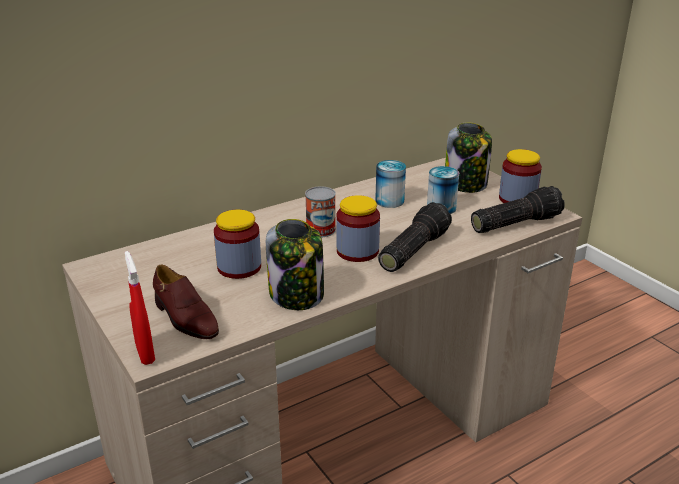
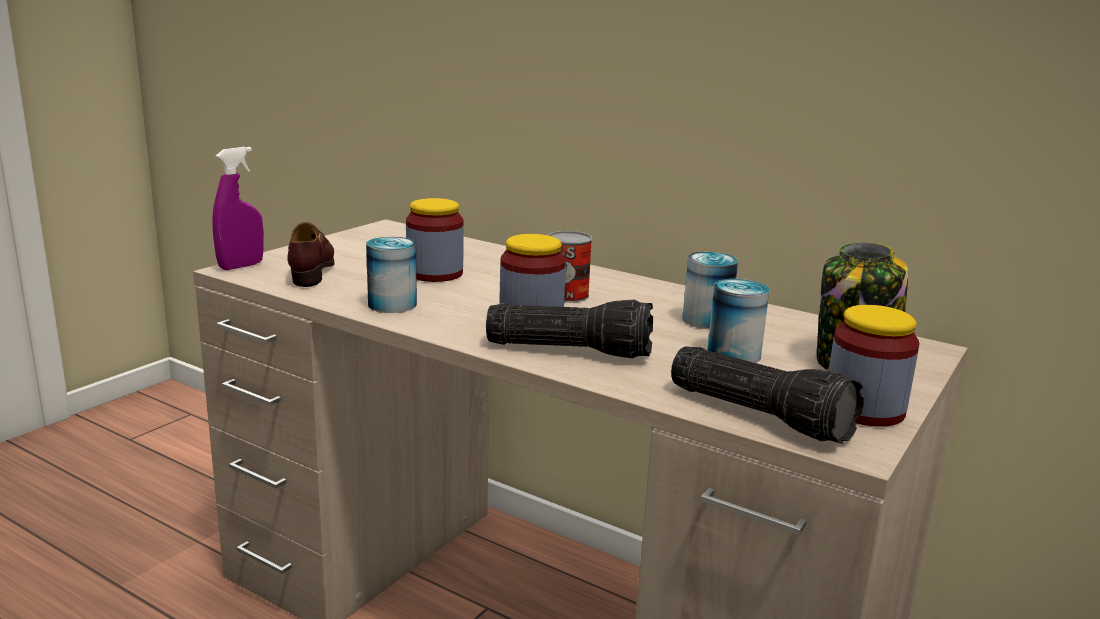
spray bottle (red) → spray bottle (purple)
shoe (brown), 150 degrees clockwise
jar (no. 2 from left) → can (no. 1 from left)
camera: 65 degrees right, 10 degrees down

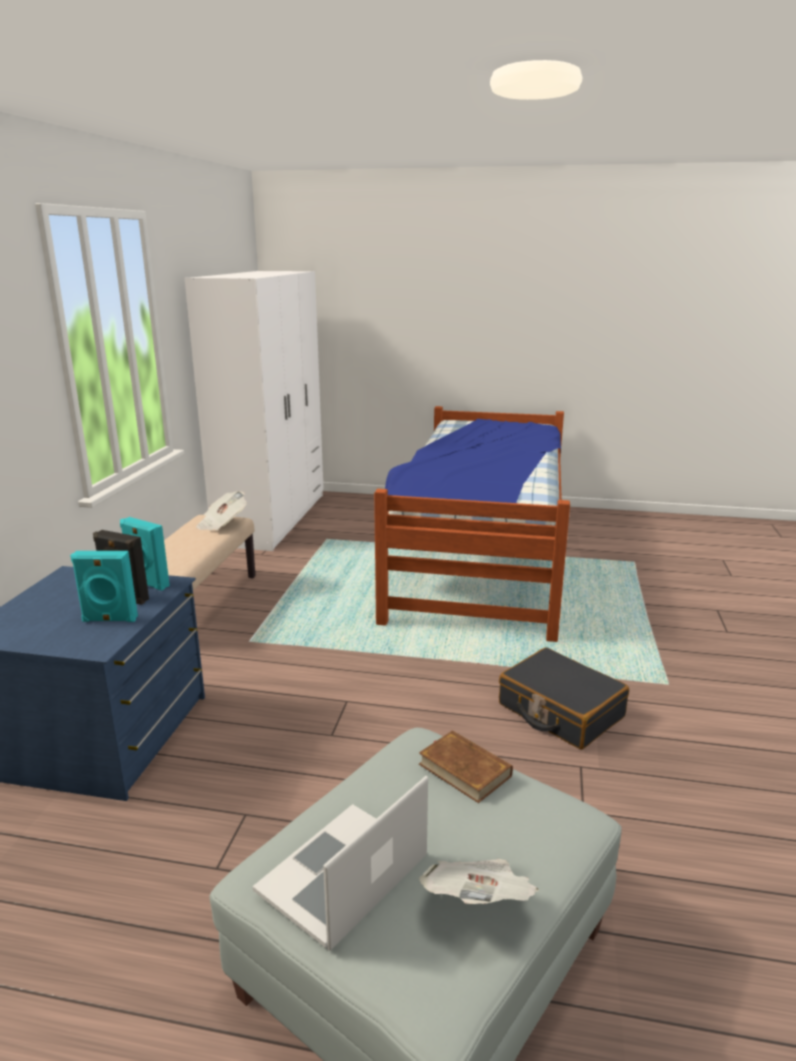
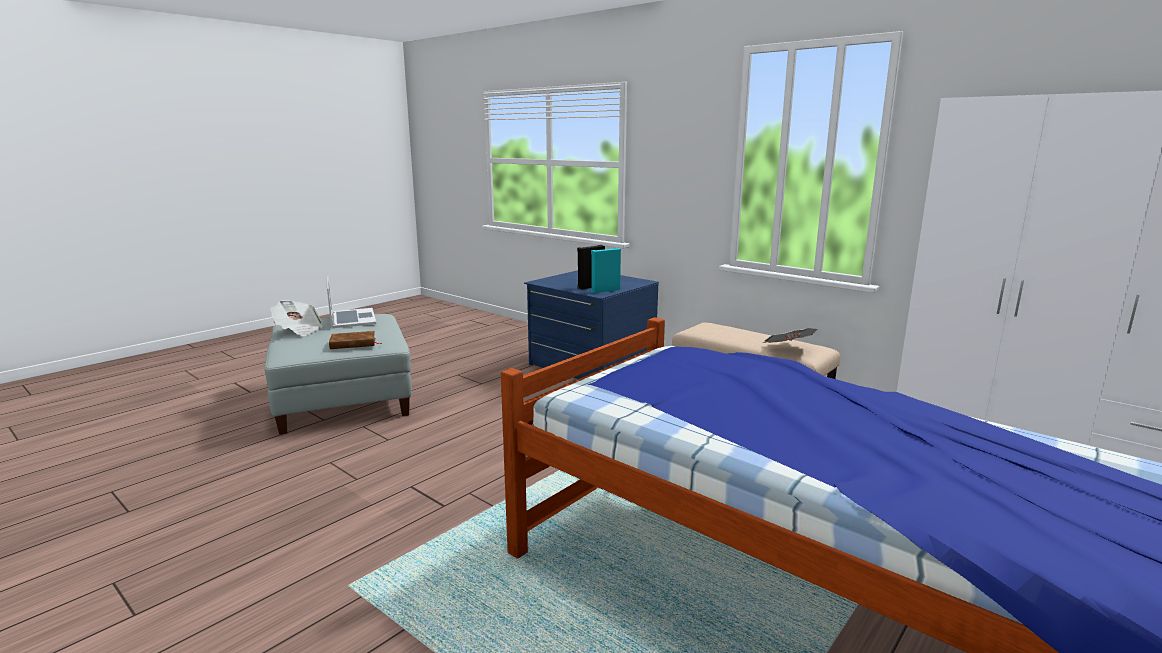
speaker (turquoise) (no. 1 from left) → -
suitcase (black) → -
camera: 120 degrees right, 5 degrees down

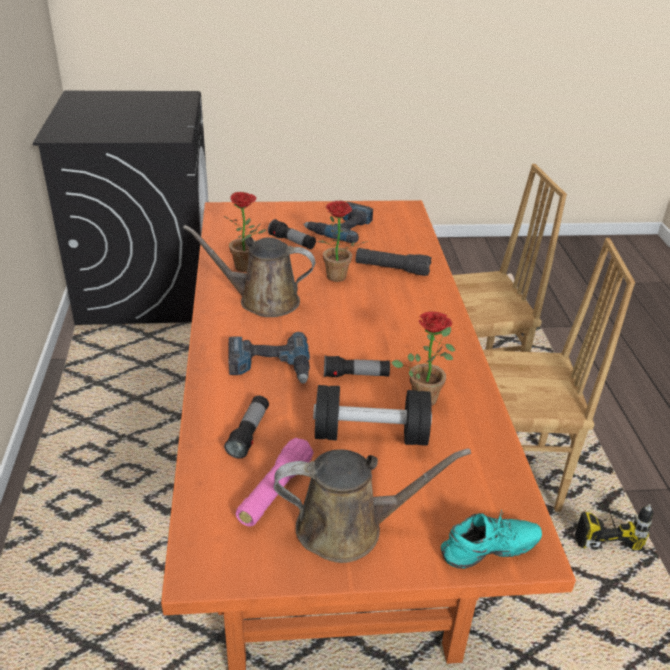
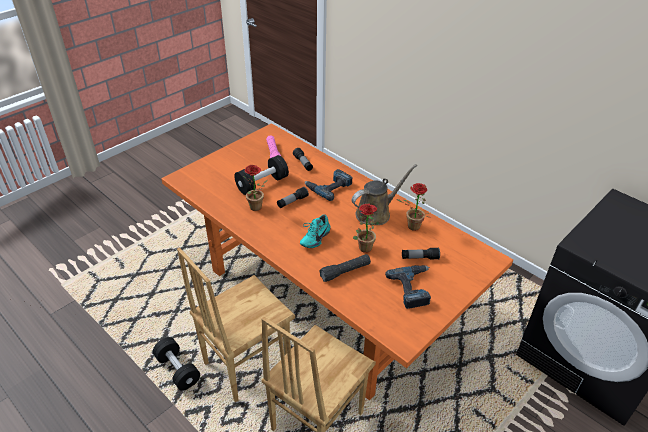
power drill (no. 3 from left) → dumbbell (black) (no. 1 from left)
shoe (turquoise), relocated
watering can (brown) (no. 2 from left) → -
camera: 140 degrees right, 5 degrees up

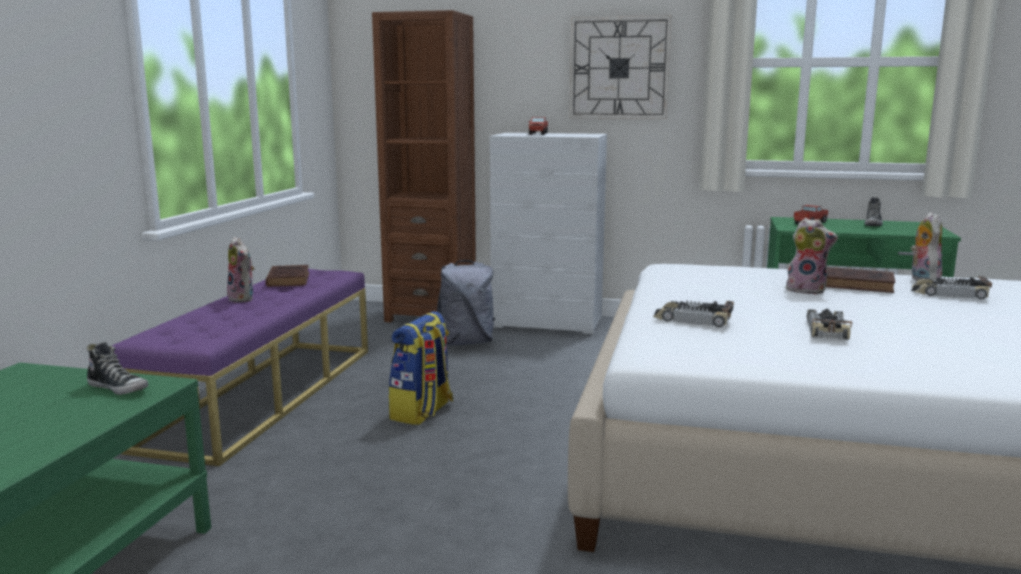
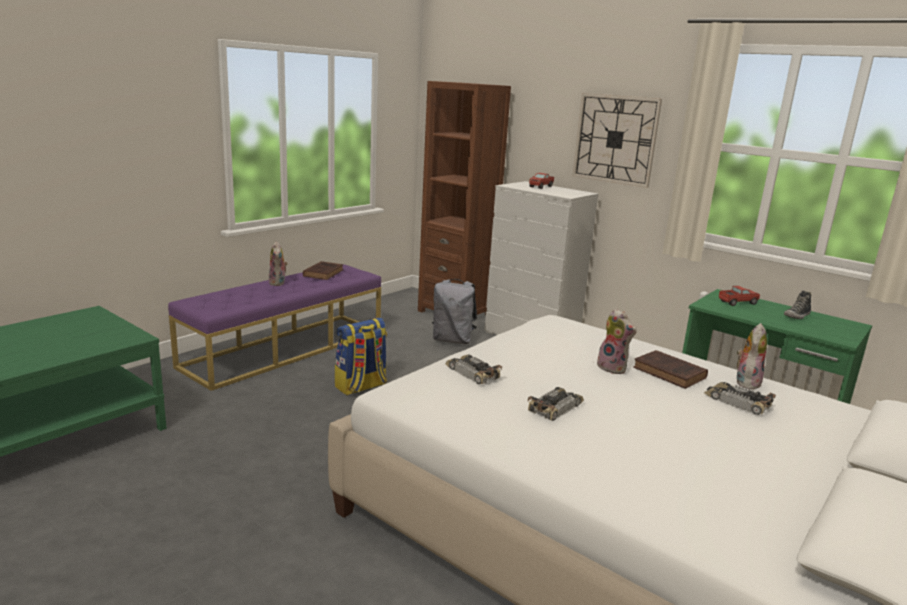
shoe (no. 1 from left) → -
camera: 25 degrees right, 5 degrees up

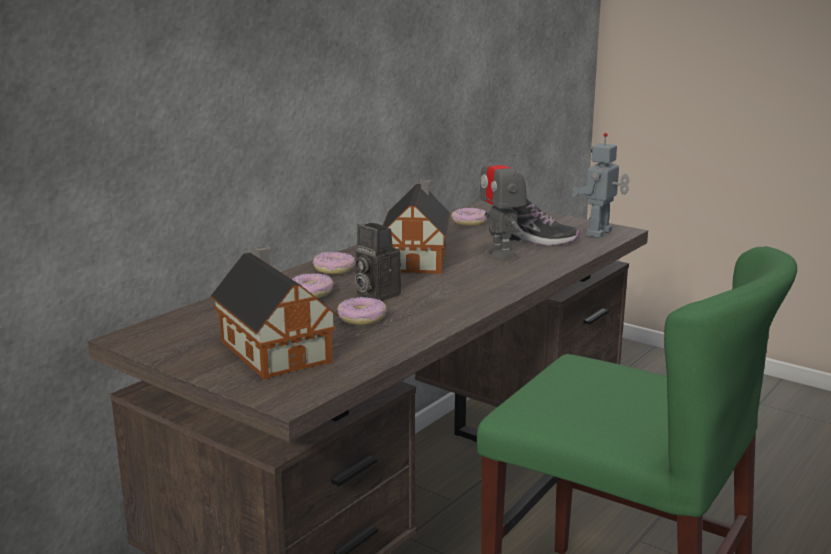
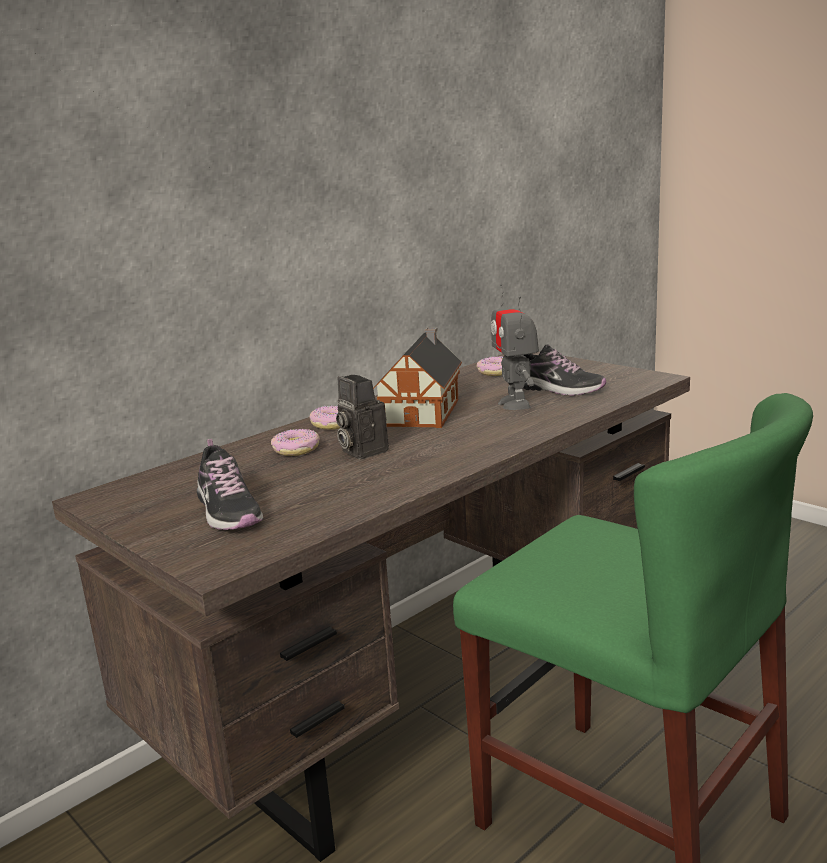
toy house (no. 1 from left) → shoe (no. 1 from left)
donut (no. 3 from left) → -
toy robot (no. 2 from left) → -
camera: 10 degrees right, 0 degrees up

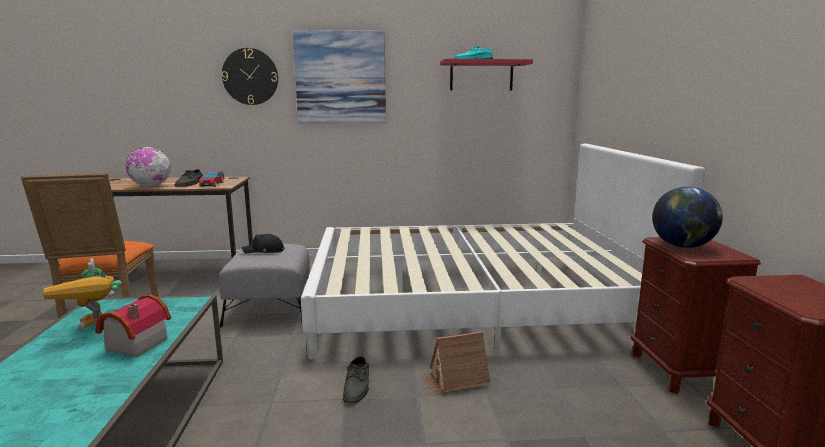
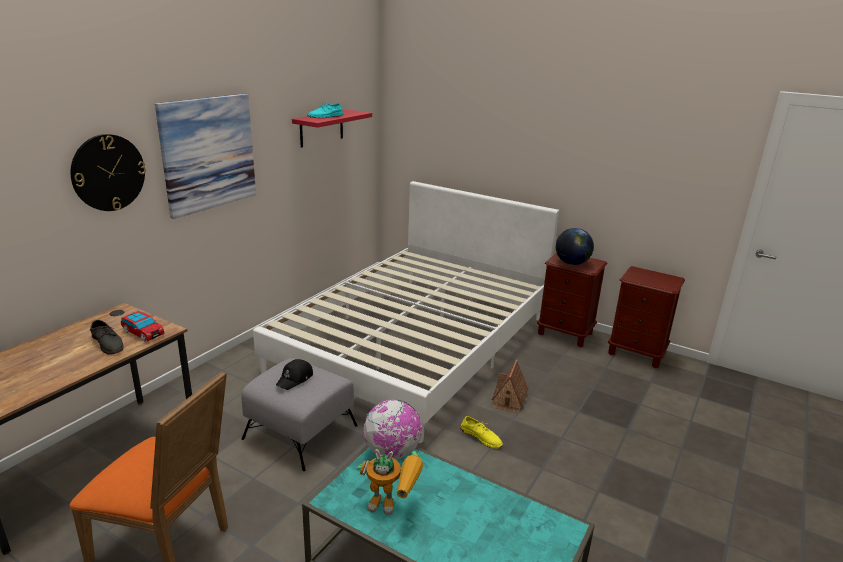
globe (no. 1 from left), relocated
shoe (grey) (no. 2 from left) → shoe (yellow)
toy house (no. 1 from left) → -
camera: 55 degrees left, 10 degrees up

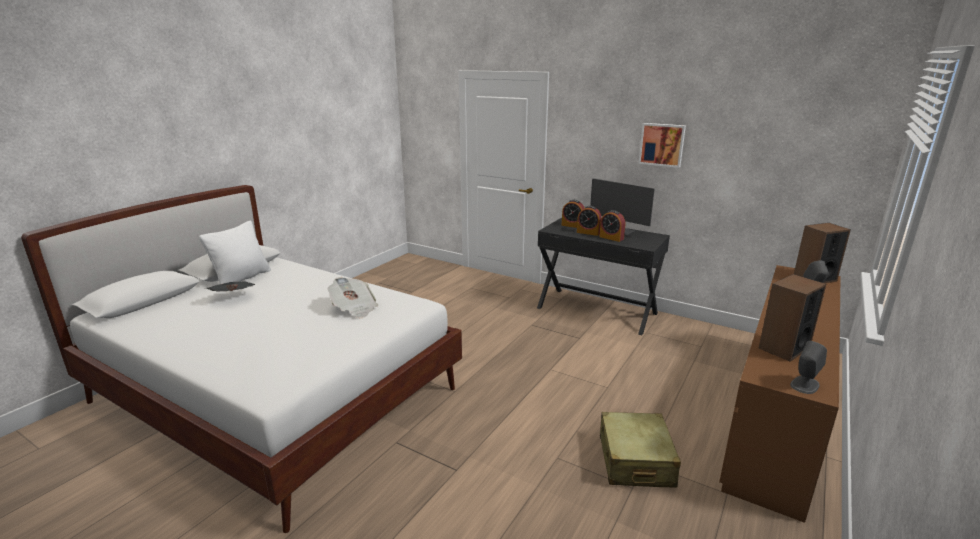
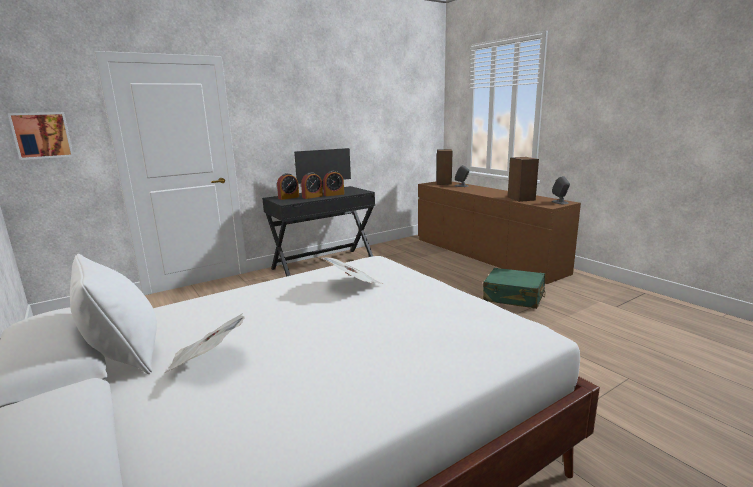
picture, relocated
suitcase (beige) → suitcase (green)
camera: 65 degrees left, 5 degrees down

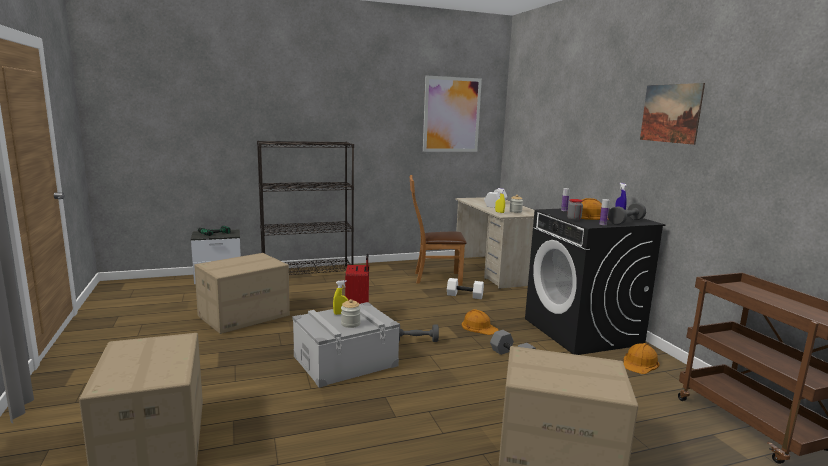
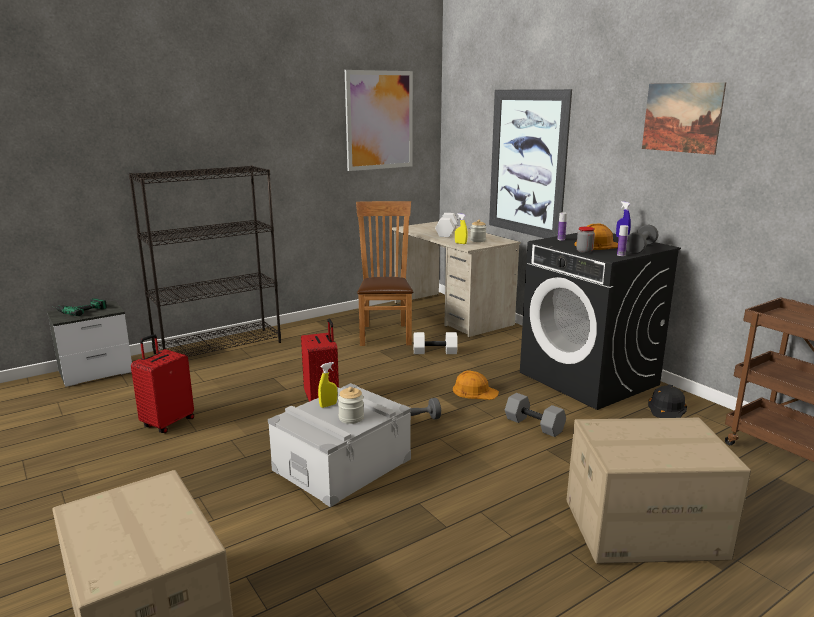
cardboard box (no. 2 from left) → suitcase (red) (no. 1 from left)
chair (brown), 105 degrees clockwise
- → picture (no. 2 from left)
hard hat (orange) (no. 3 from left) → hard hat (black)
camera: 15 degrees left, 5 degrees up

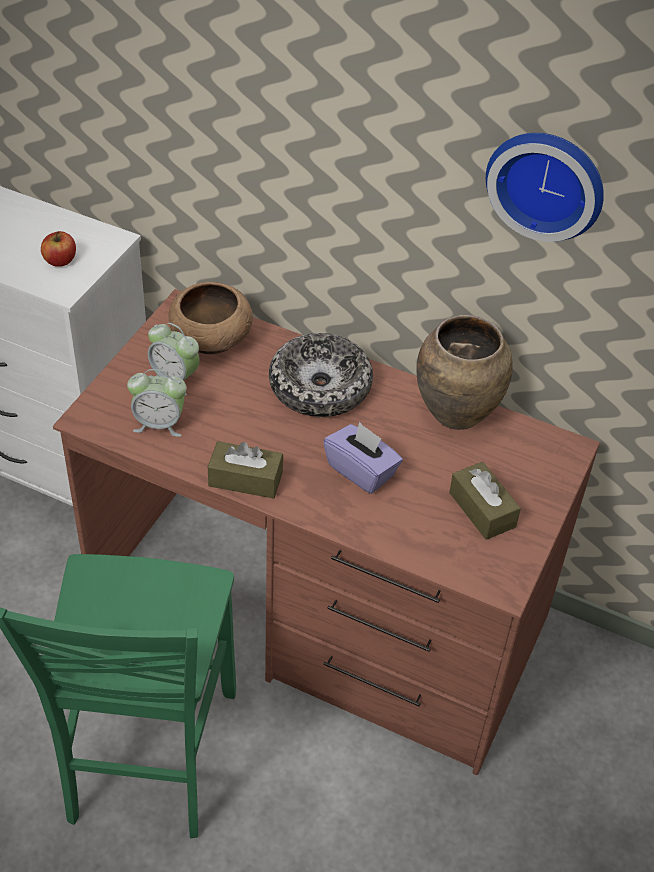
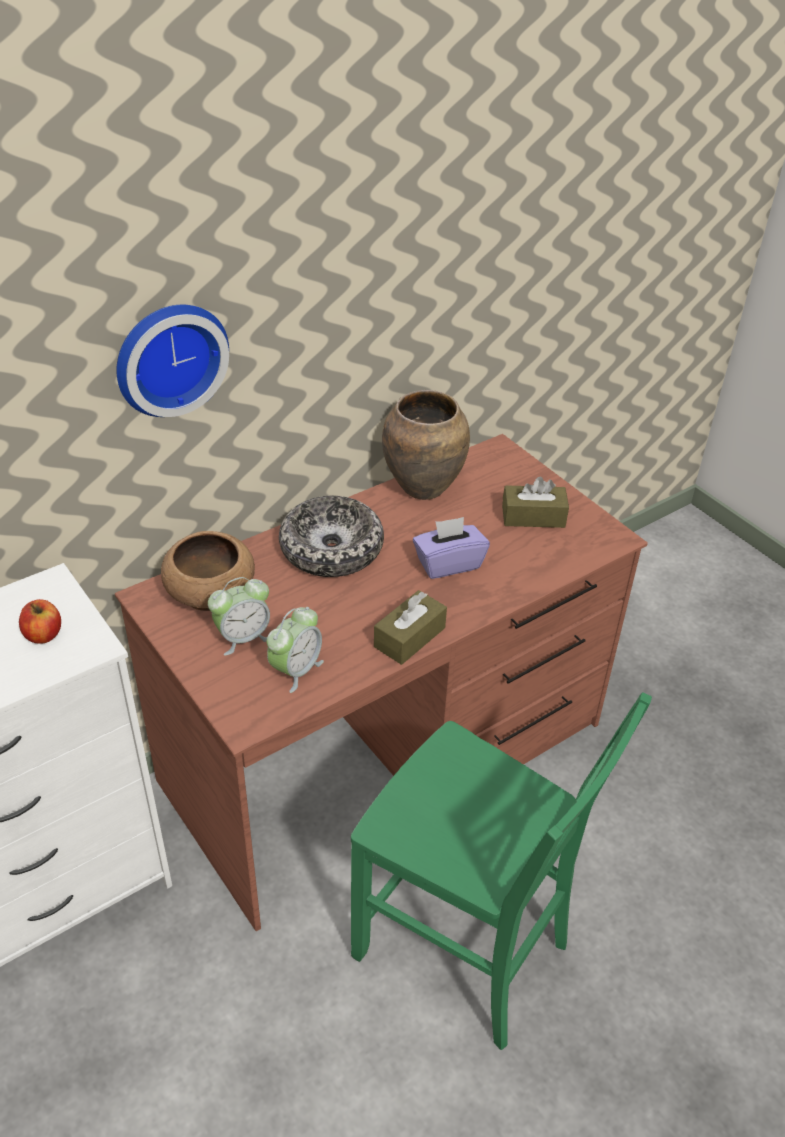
wall clock, relocated
camera: 60 degrees left, 5 degrees down

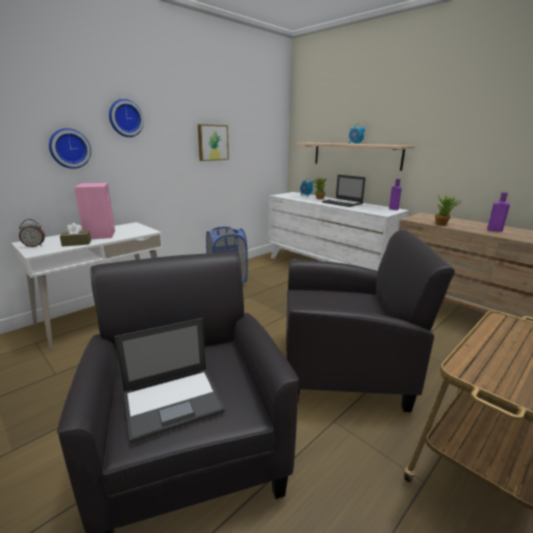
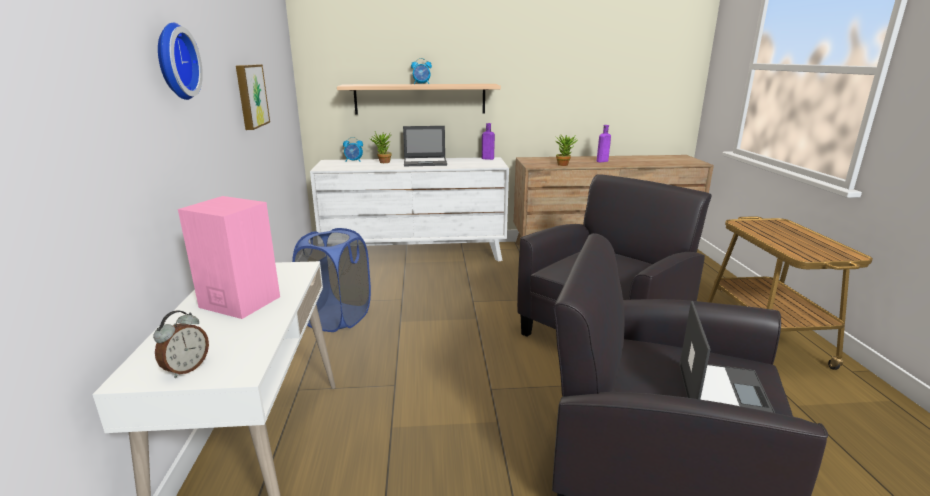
wall clock (no. 1 from left) → -
tissue box (brown) → -
camera: 50 degrees left, 0 degrees up

